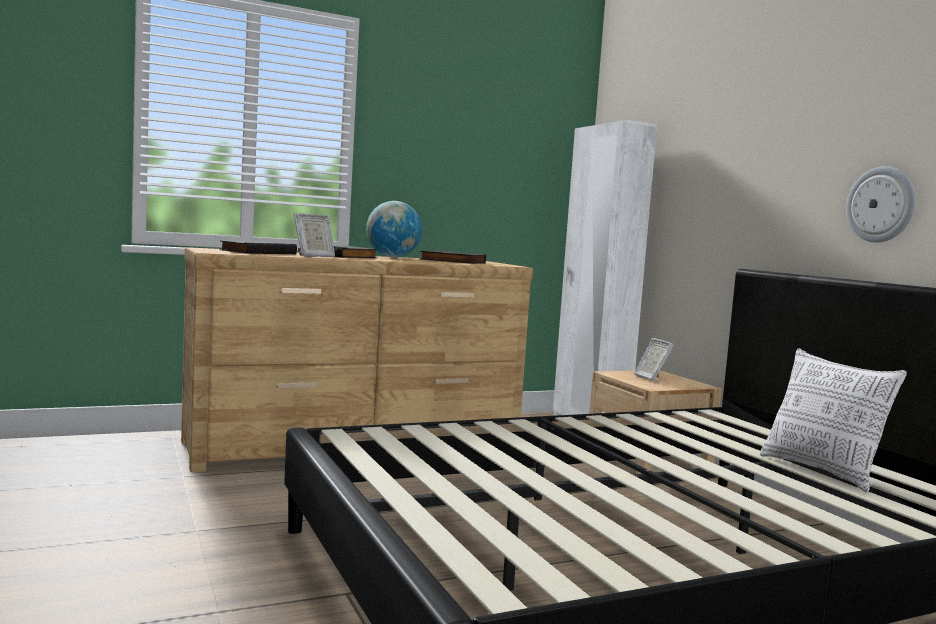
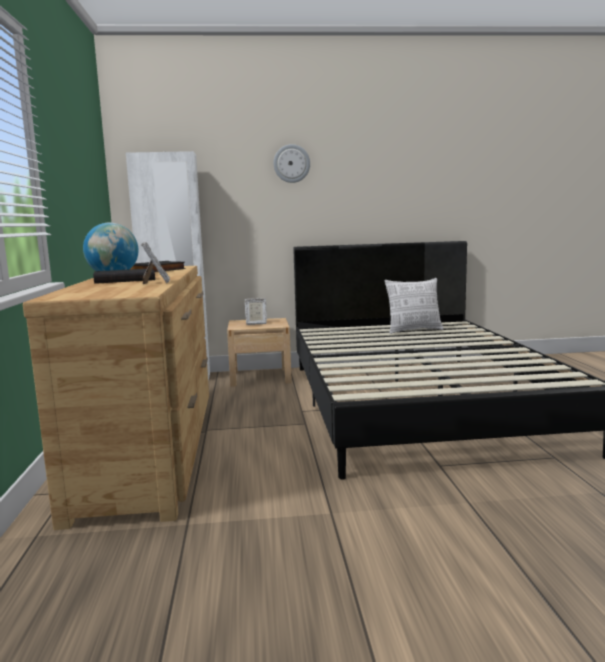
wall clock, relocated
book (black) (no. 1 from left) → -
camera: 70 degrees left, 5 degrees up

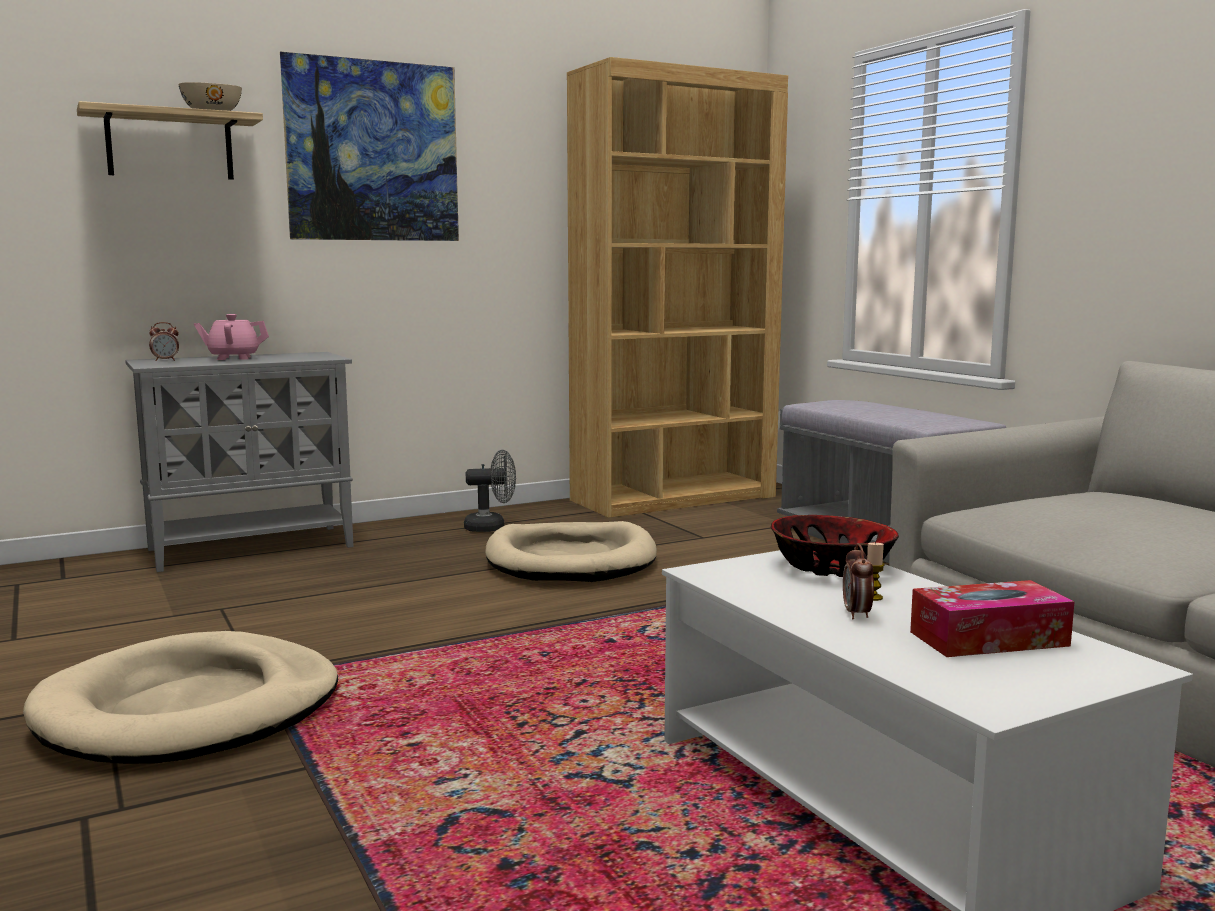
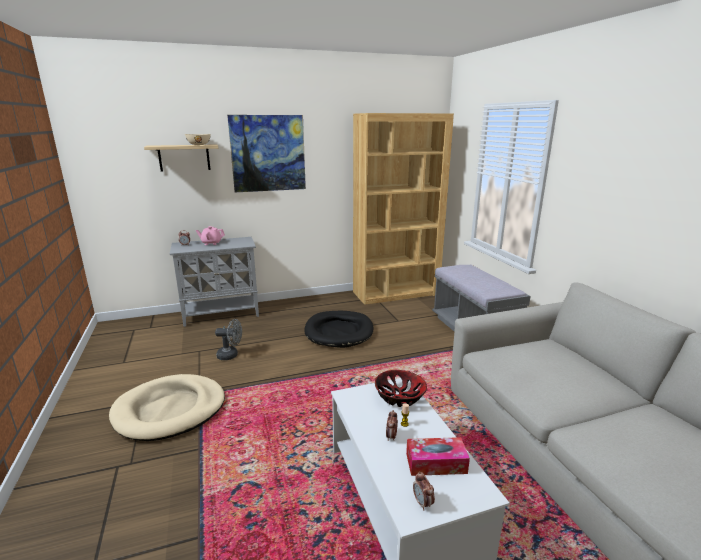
fan (grey), relocated
dog bed (beige) (no. 2 from left) → dog bed (black)
- → alarm clock (no. 3 from left)
camera: 10 degrees right, 10 degrees up

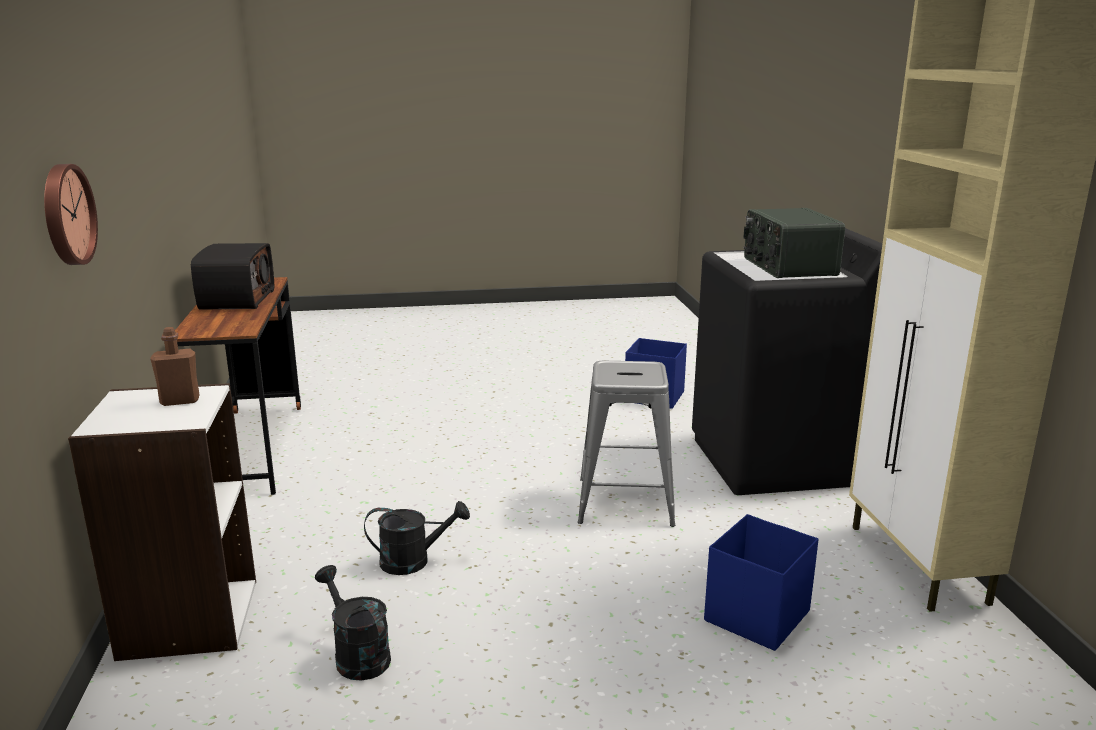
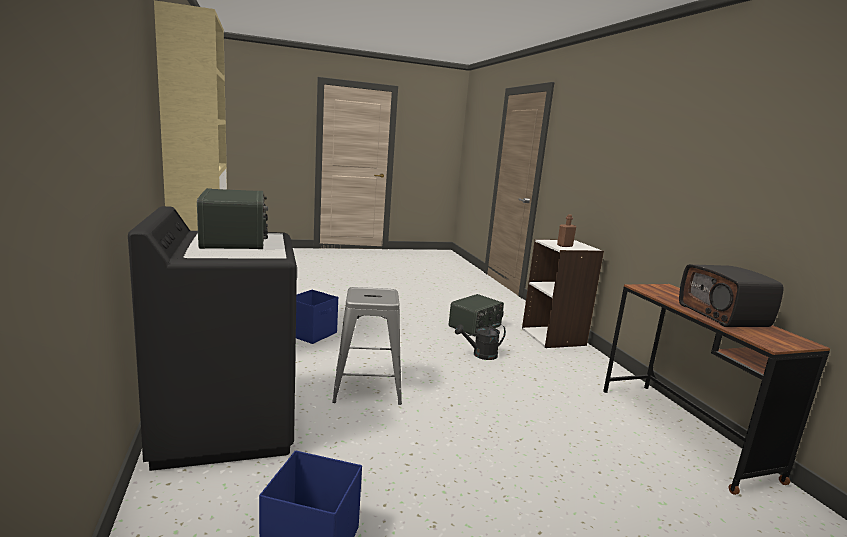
watering can (black) (no. 1 from left) → radio (no. 2 from left)
wall clock → -
camera: 170 degrees right, 5 degrees down

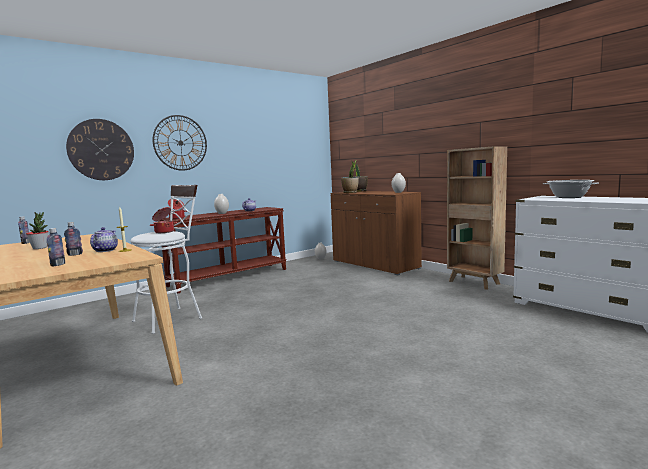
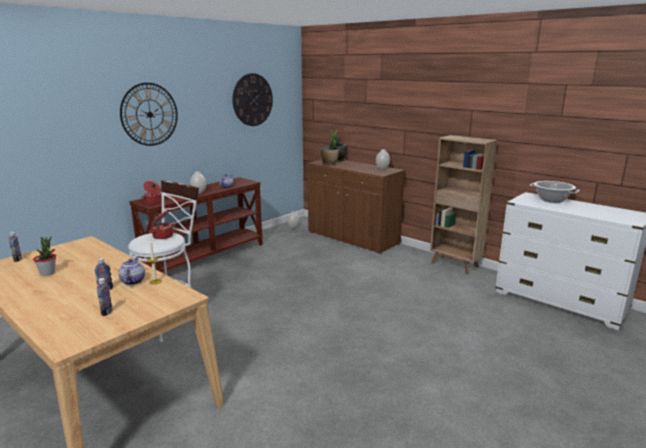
wall clock (no. 1 from left in the first image) → wall clock (no. 2 from left), relocated
camera: 10 degrees left, 10 degrees up

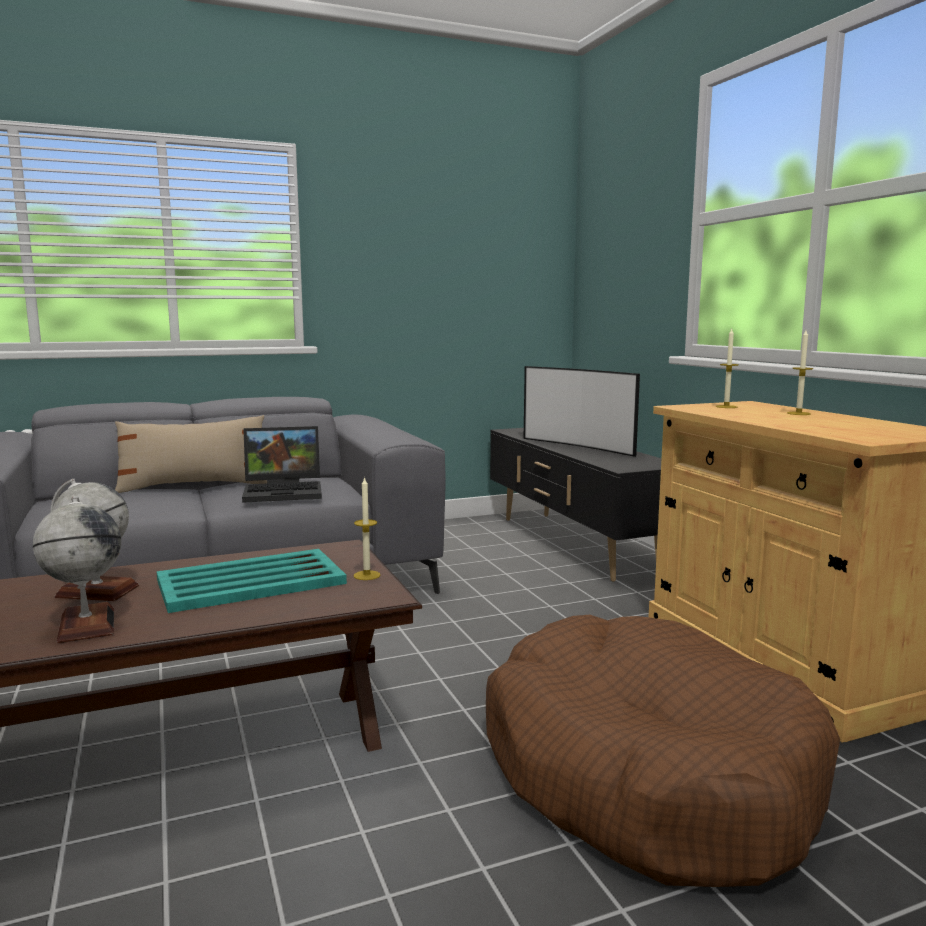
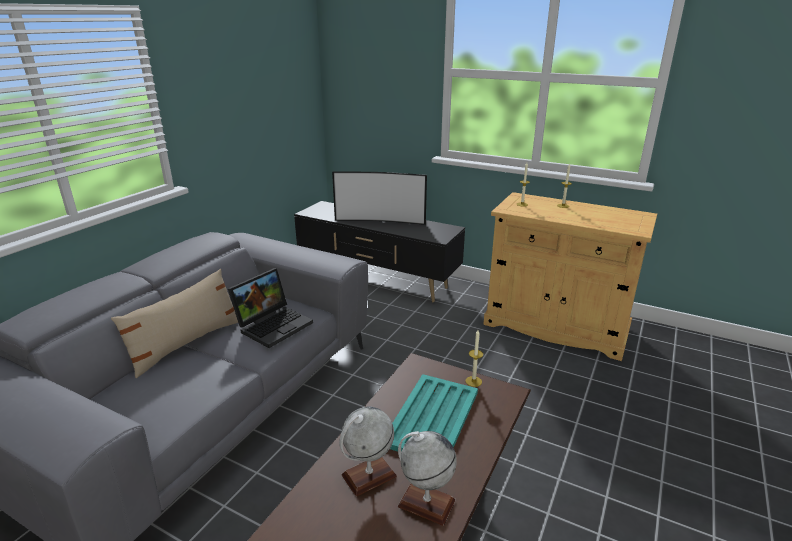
dog bed (brown) → -
camera: 40 degrees left, 15 degrees up

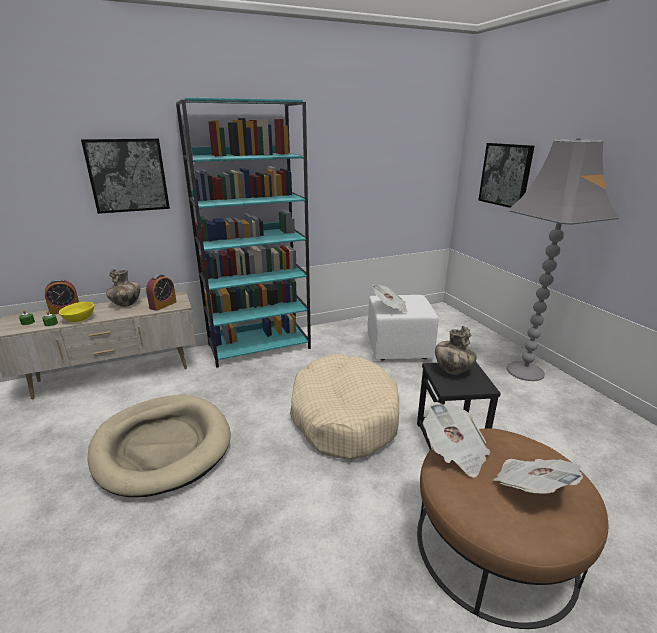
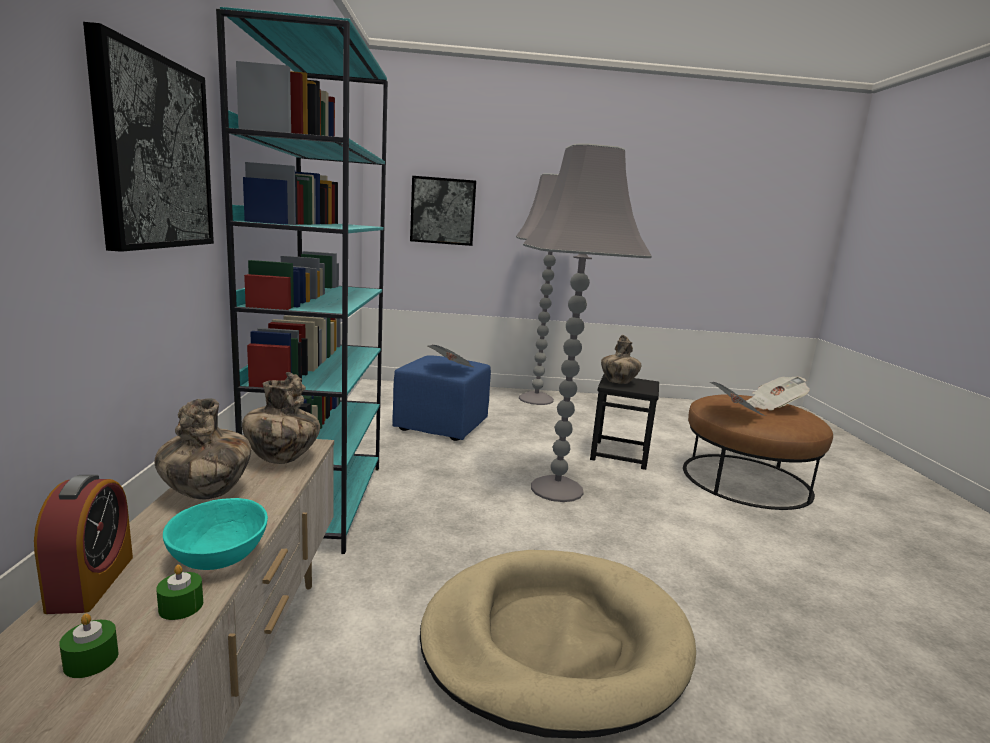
bowl (yellow) → bowl (turquoise)
alarm clock (no. 2 from left) → vase (no. 2 from left)
ottoman (white) → ottoman (blue)
dog bed (beige) (no. 2 from left) → floor lamp (grey) (no. 2 from left)
camera: 70 degrees left, 10 degrees down

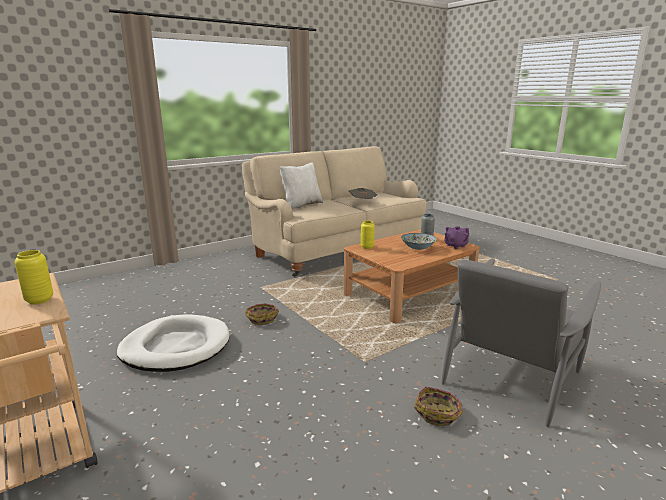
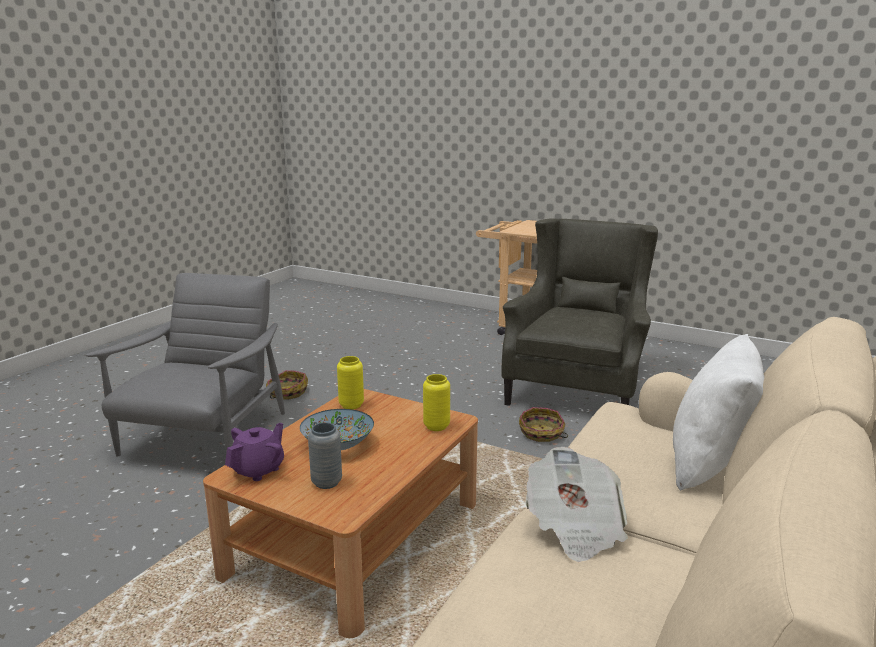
vase (yellow) (no. 1 from left), relocated
dog bed (white) → armchair (grey) (no. 2 from left)
camera: 155 degrees right, 0 degrees up

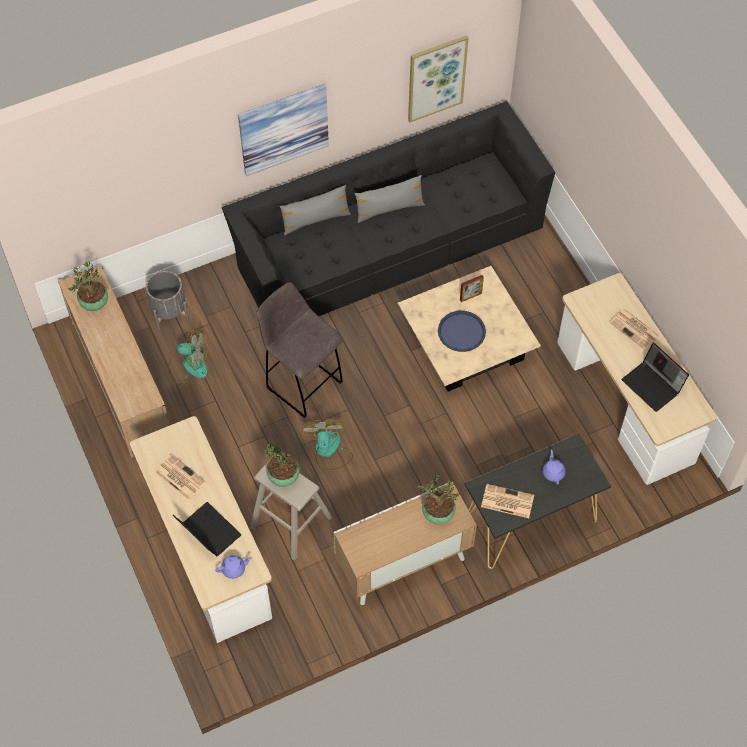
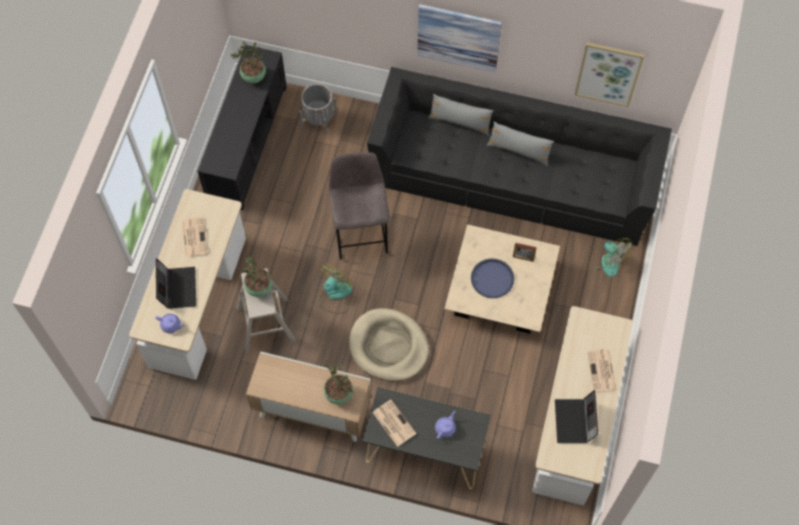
tv stand (beige) → tv stand (black)
- → dog bed (beige)
fan (no. 1 from left in the first image) → fan (no. 2 from left), relocated
camera: 40 degrees right, 5 degrees up

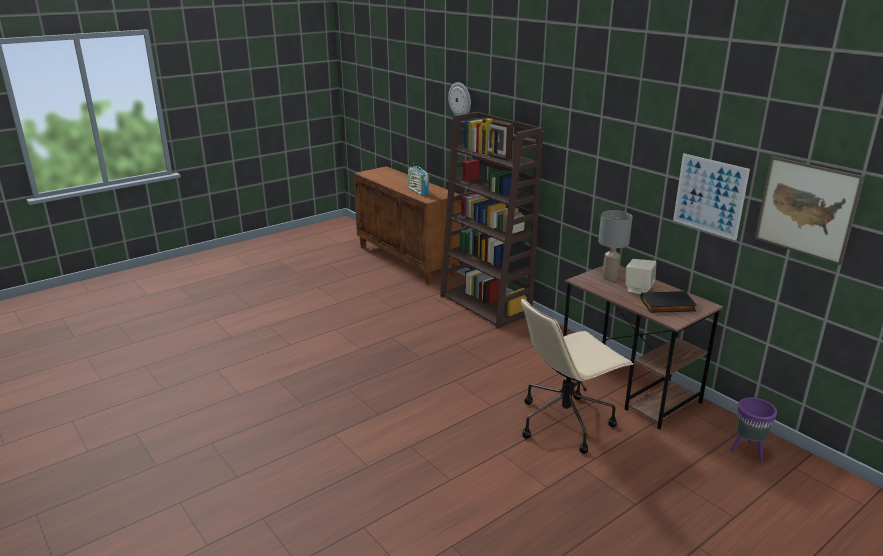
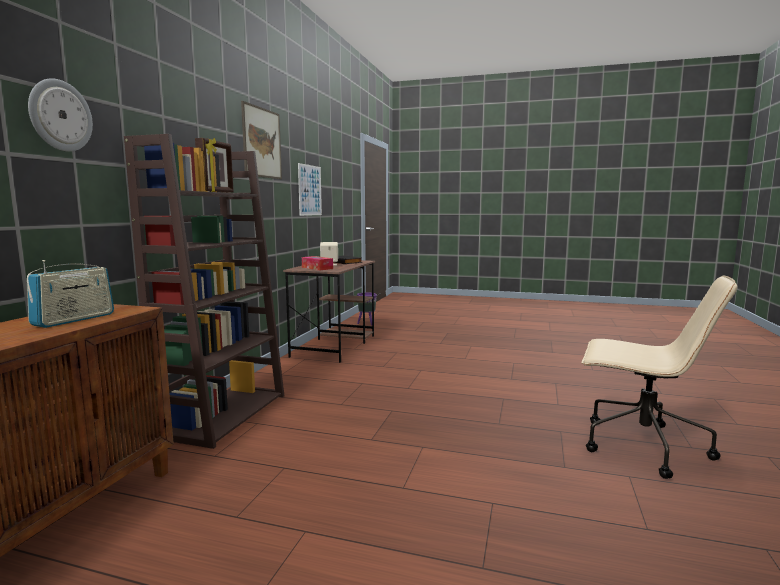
picture (no. 2 from left in the first image) → picture (no. 1 from left), relocated
table lamp (grey) → tissue box
office chair (beige), relocated
camera: 125 degrees left, 15 degrees down

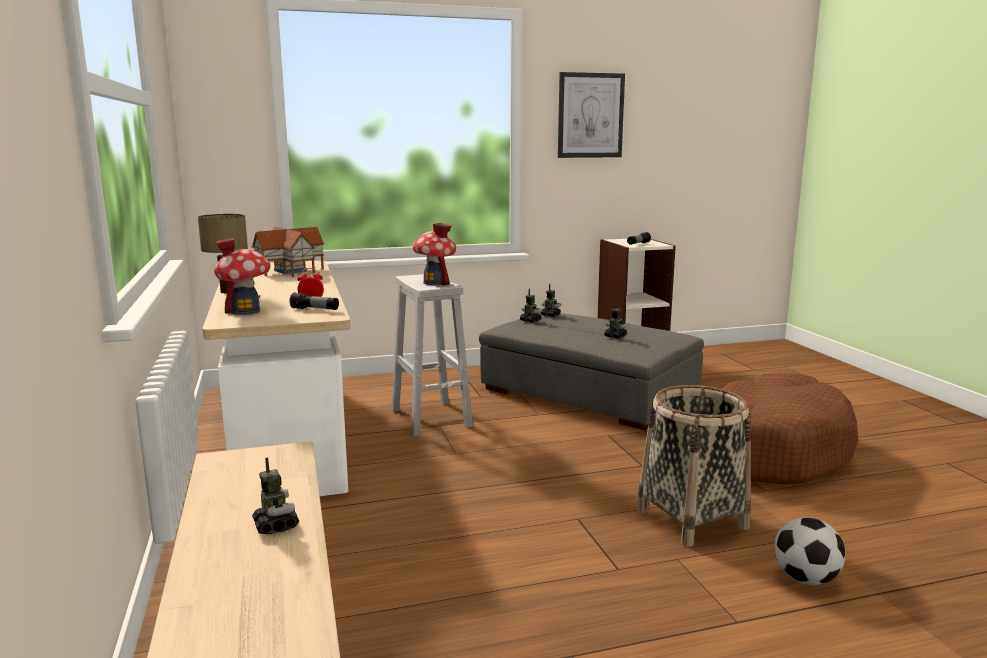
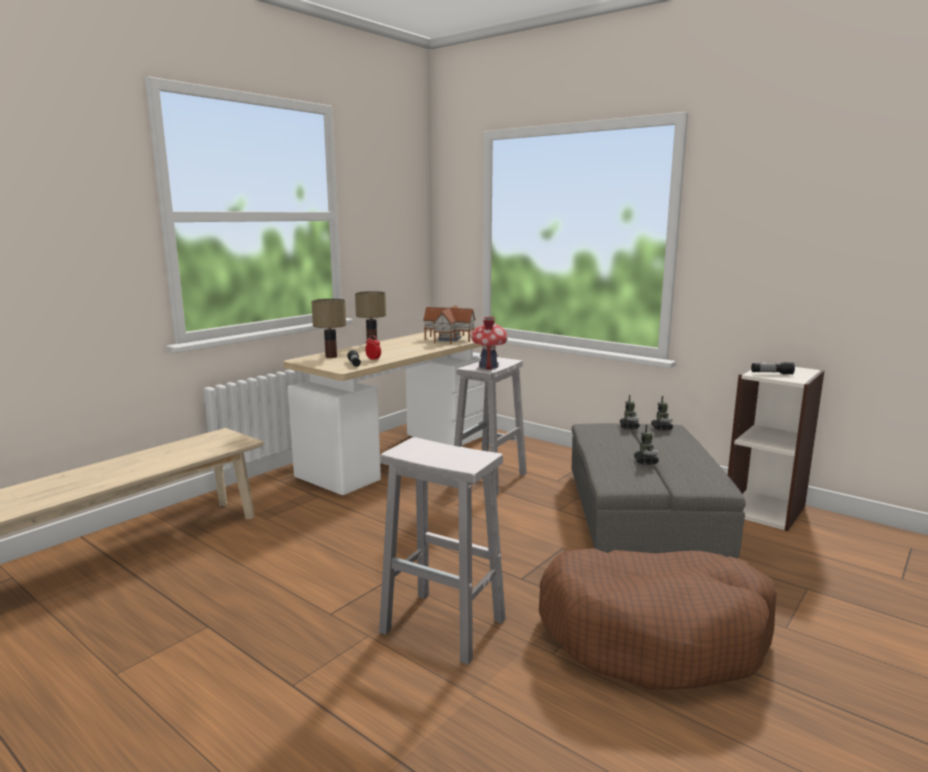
toy house (no. 1 from left) → table lamp (no. 1 from left)
basket → stool (white) (no. 1 from left)
toy robot (no. 1 from left) → -
picture → -
football → -
camera: 55 degrees right, 0 degrees up

